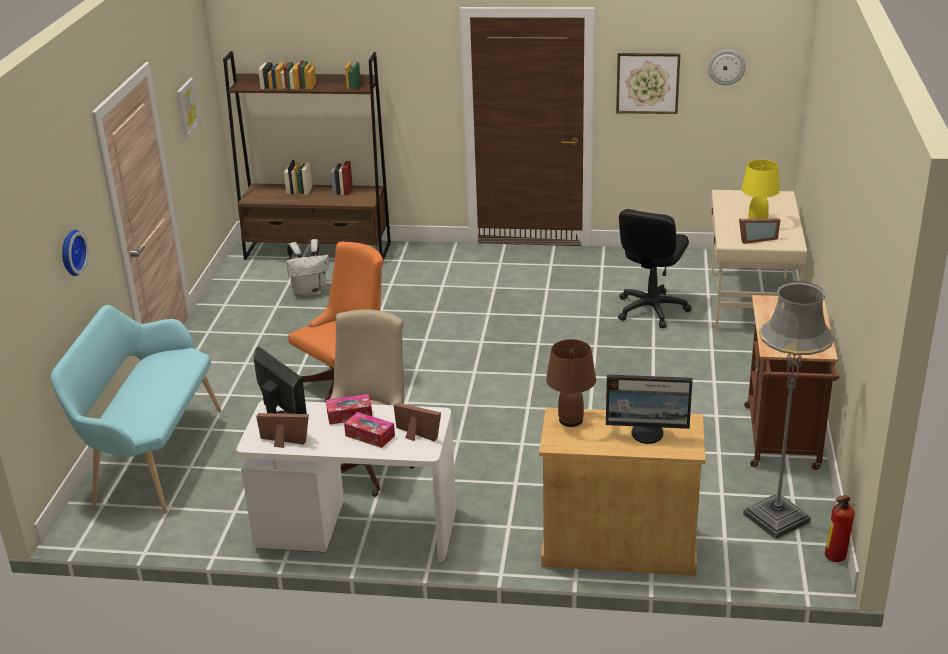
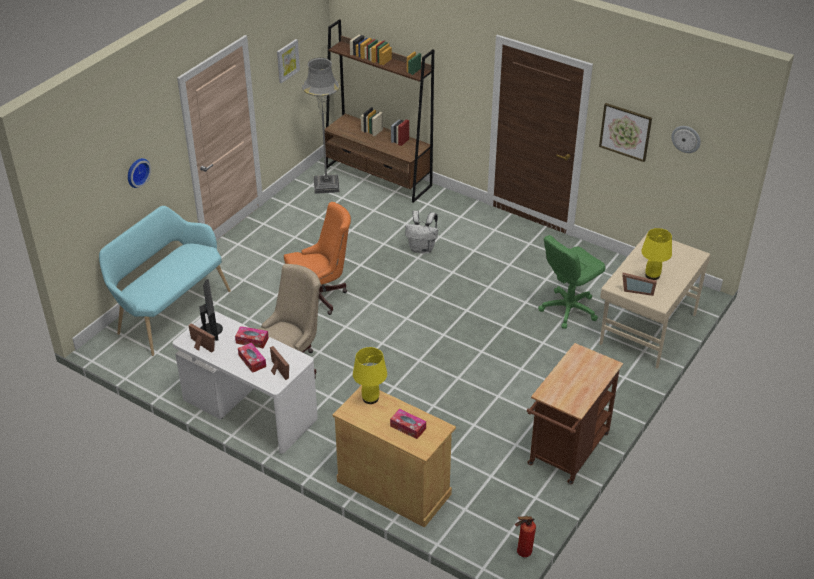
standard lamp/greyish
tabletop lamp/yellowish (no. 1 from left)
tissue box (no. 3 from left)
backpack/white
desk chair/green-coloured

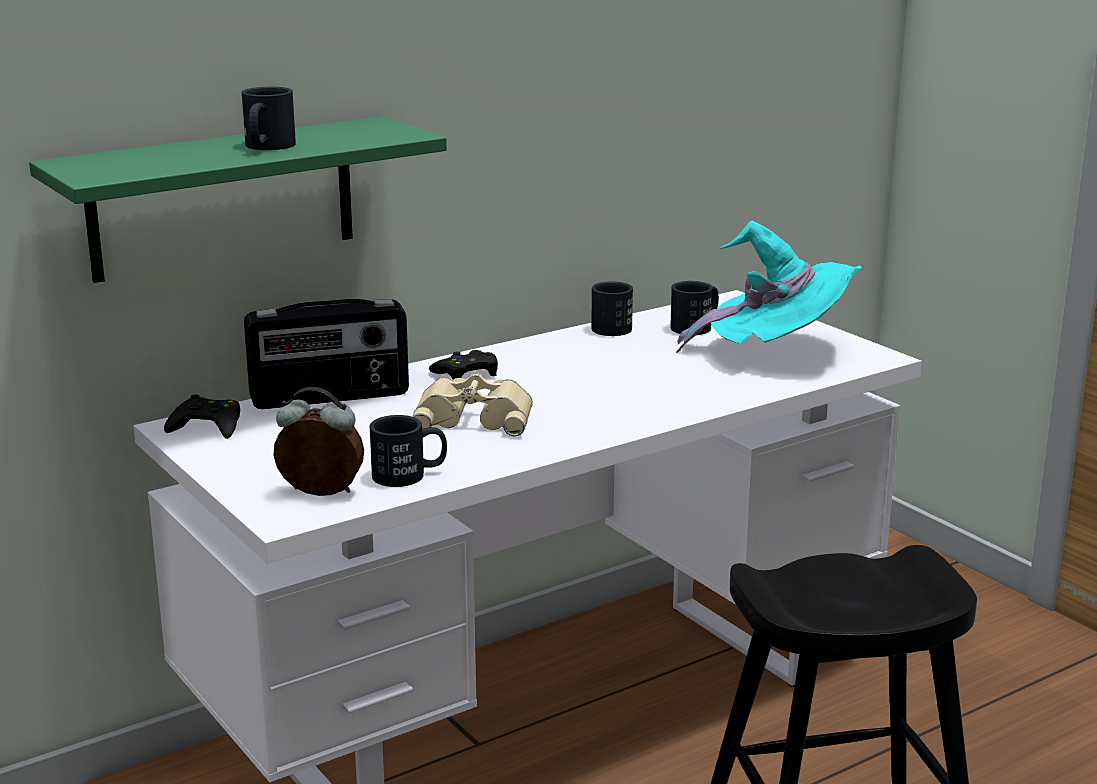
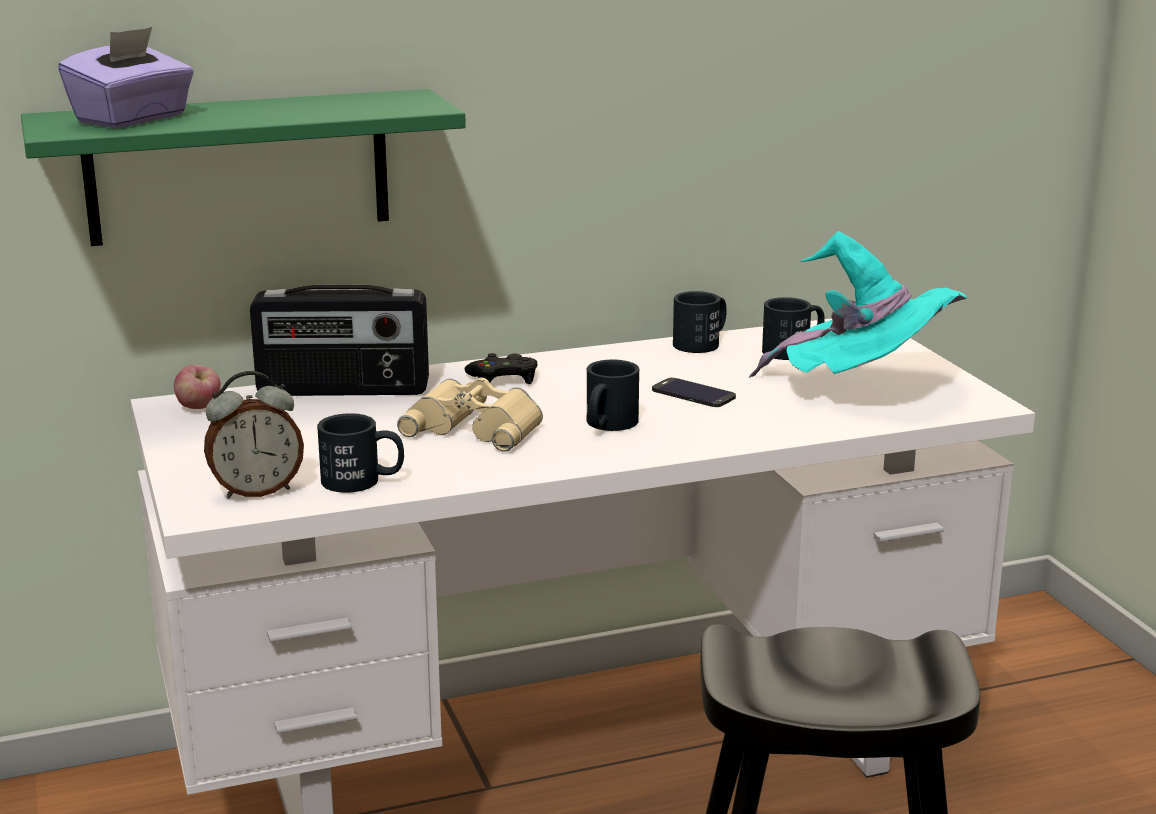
tissue box/purple-coloured
apple
table clock
tea mug/black (no. 2 from left)
phone

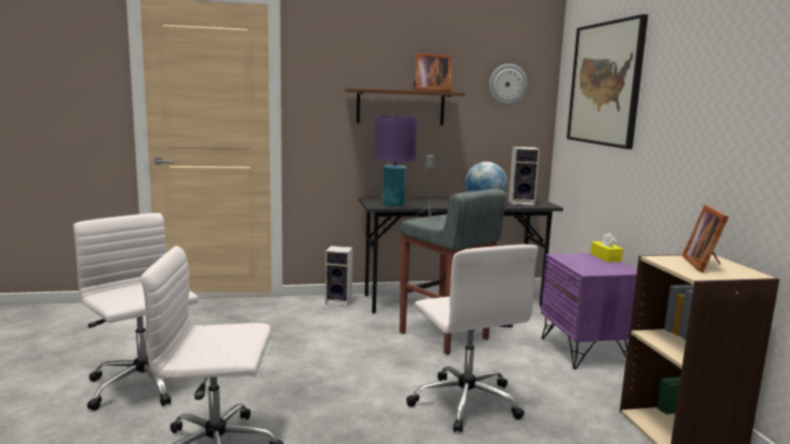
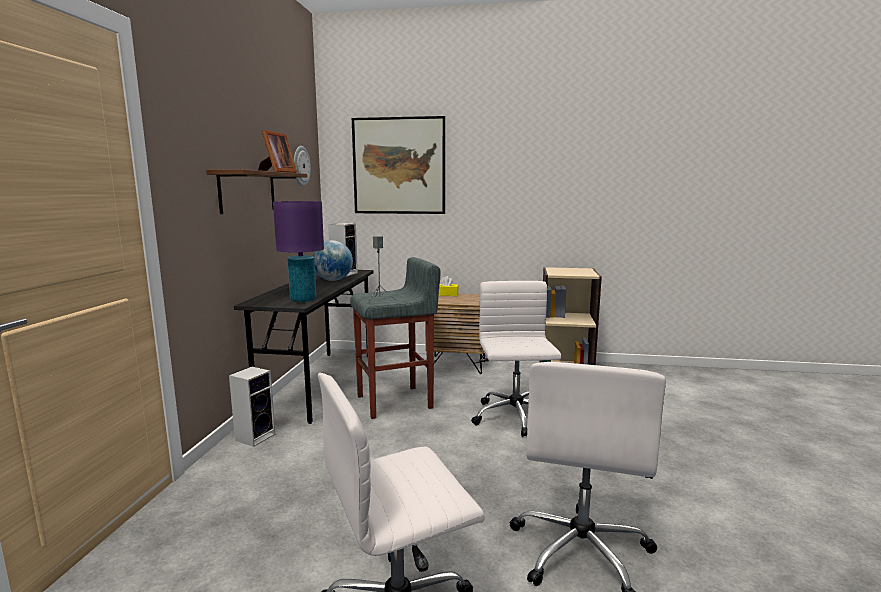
nightstand/brown
desk chair/white (no. 2 from left)
picture frame (no. 2 from left in the first image)

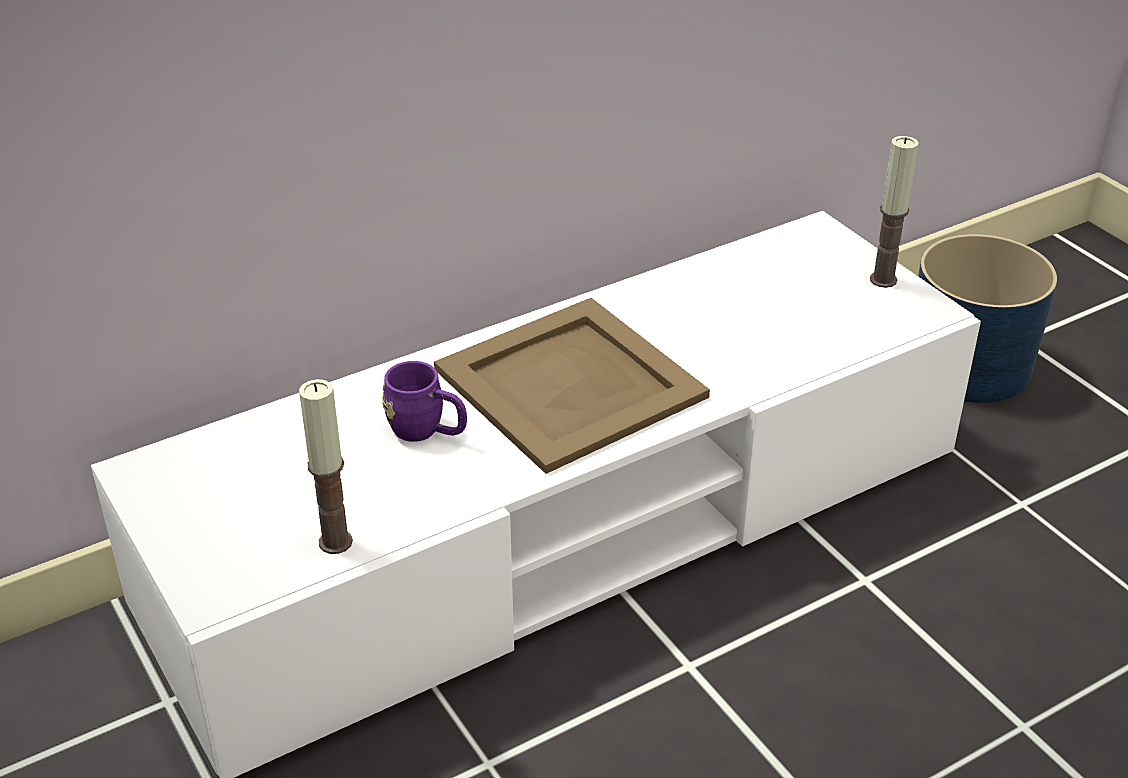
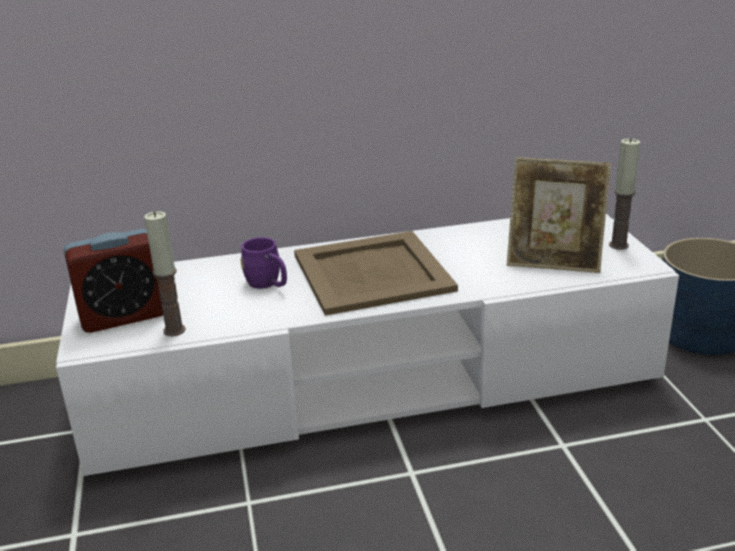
table clock
picture frame

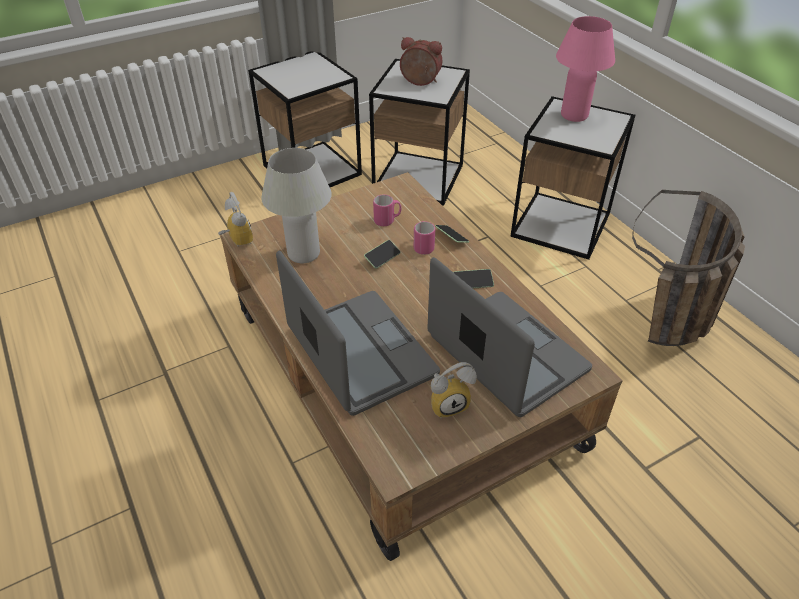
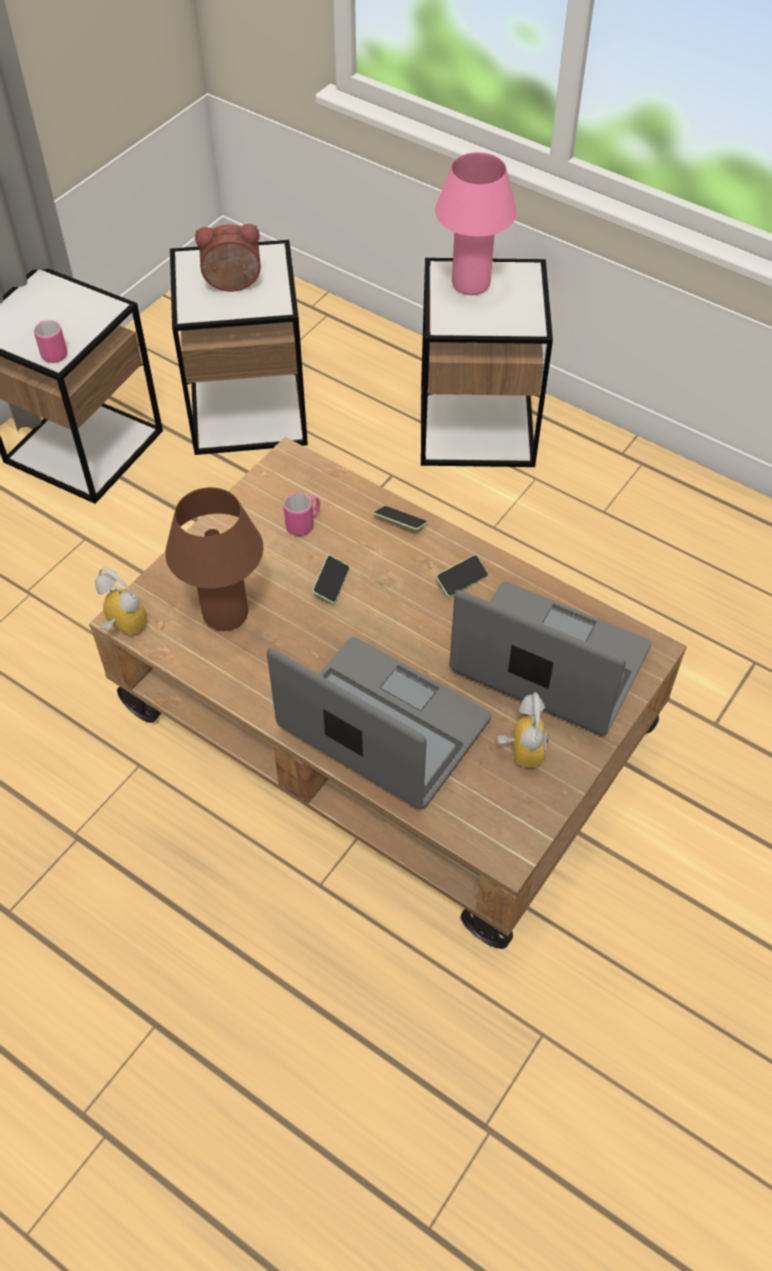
tea mug/pink (no. 1 from left)
tabletop lamp/brown
table clock (no. 3 from left)
household basket

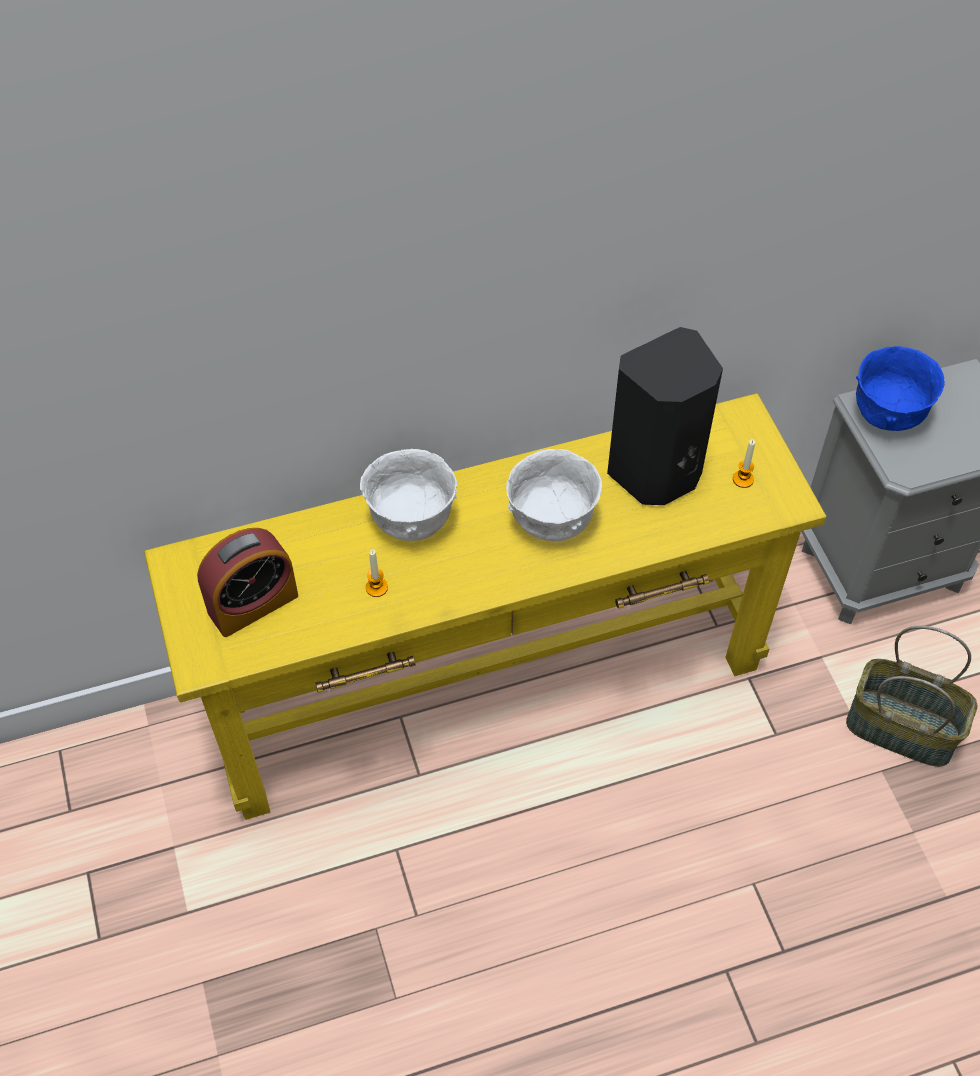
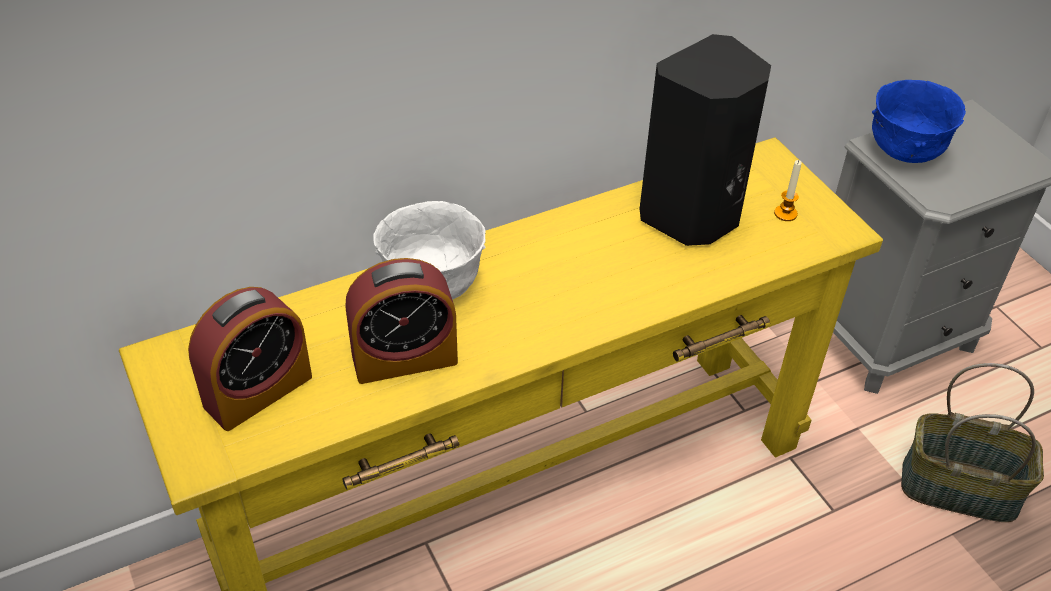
table clock (no. 2 from left)
deep dish/white (no. 2 from left in the first image)

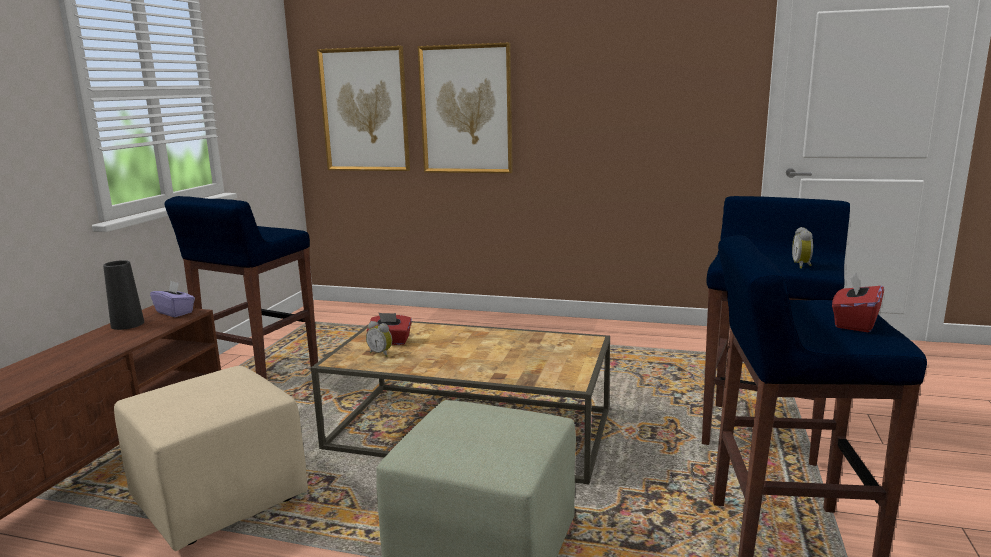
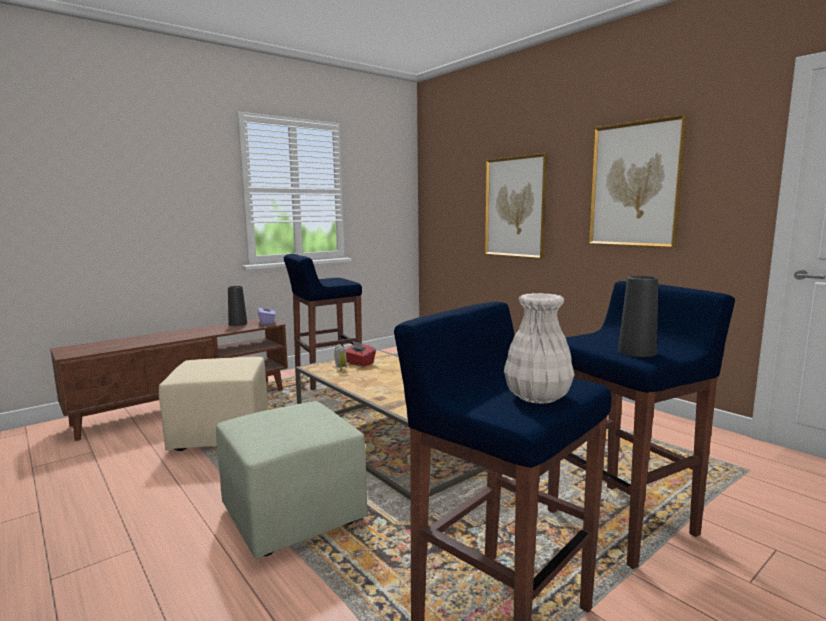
decorative vase/white
wall art (no. 2 from left)
decorative vase/black (no. 2 from left)

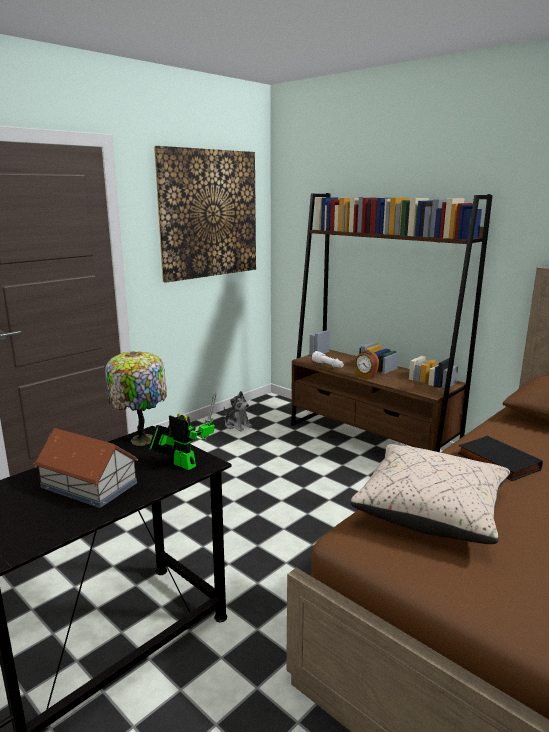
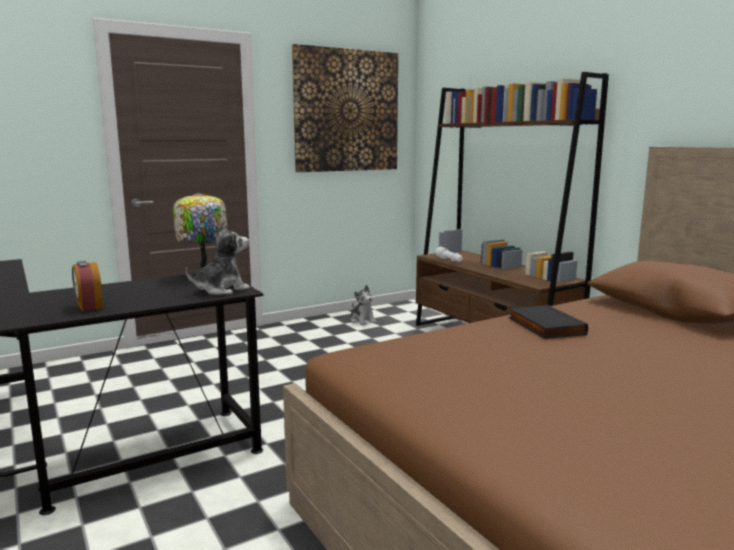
table clock
plush toy (no. 1 from left)
miniature house
throw pillow/sand-coloured

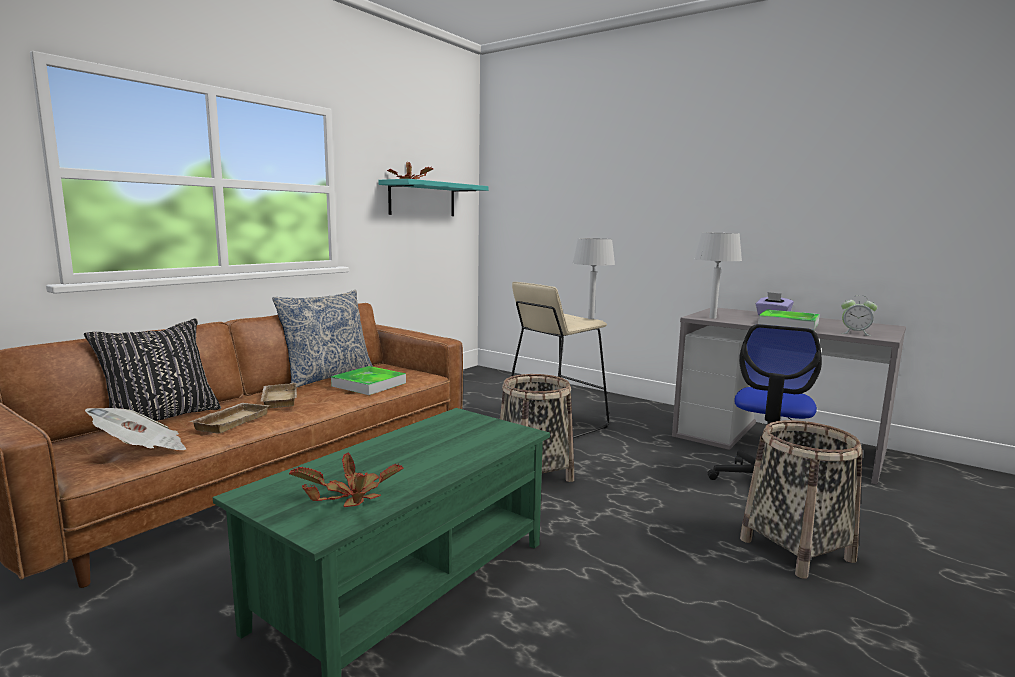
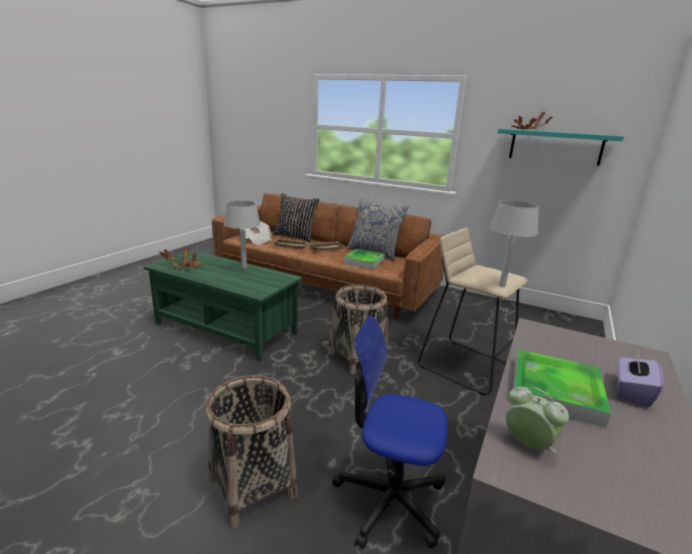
tabletop lamp/greyish (no. 1 from left)
table clock

